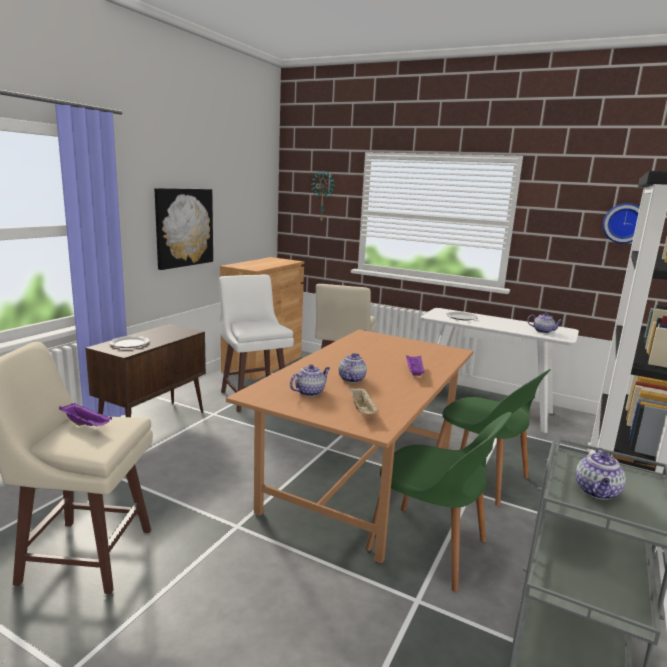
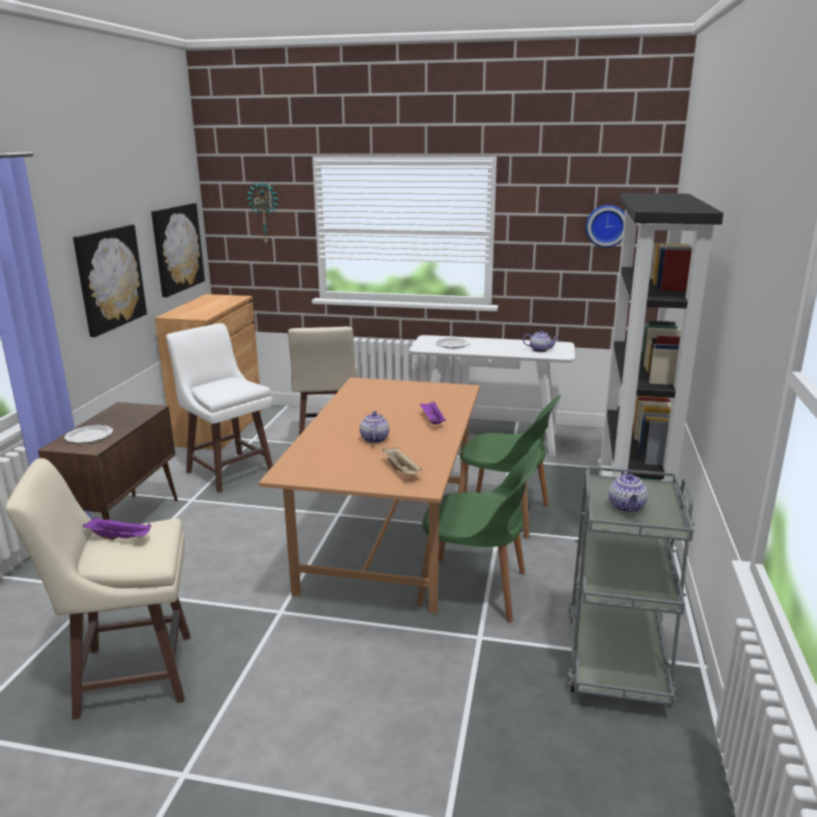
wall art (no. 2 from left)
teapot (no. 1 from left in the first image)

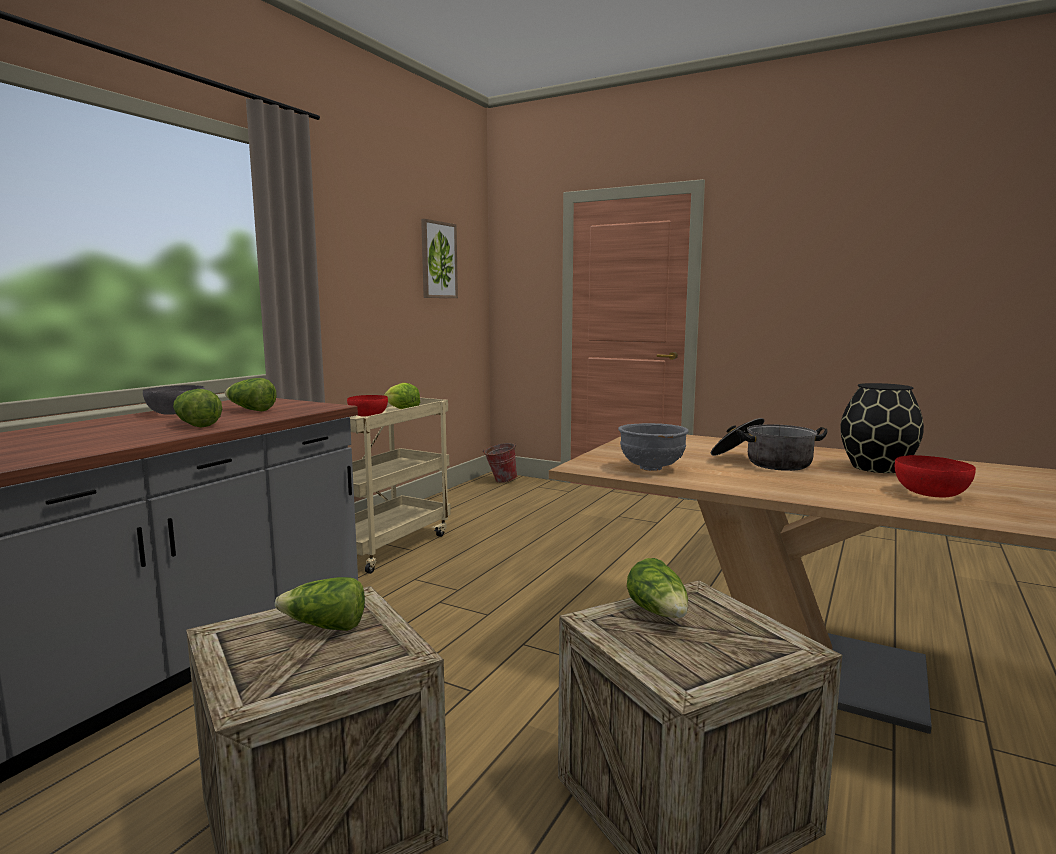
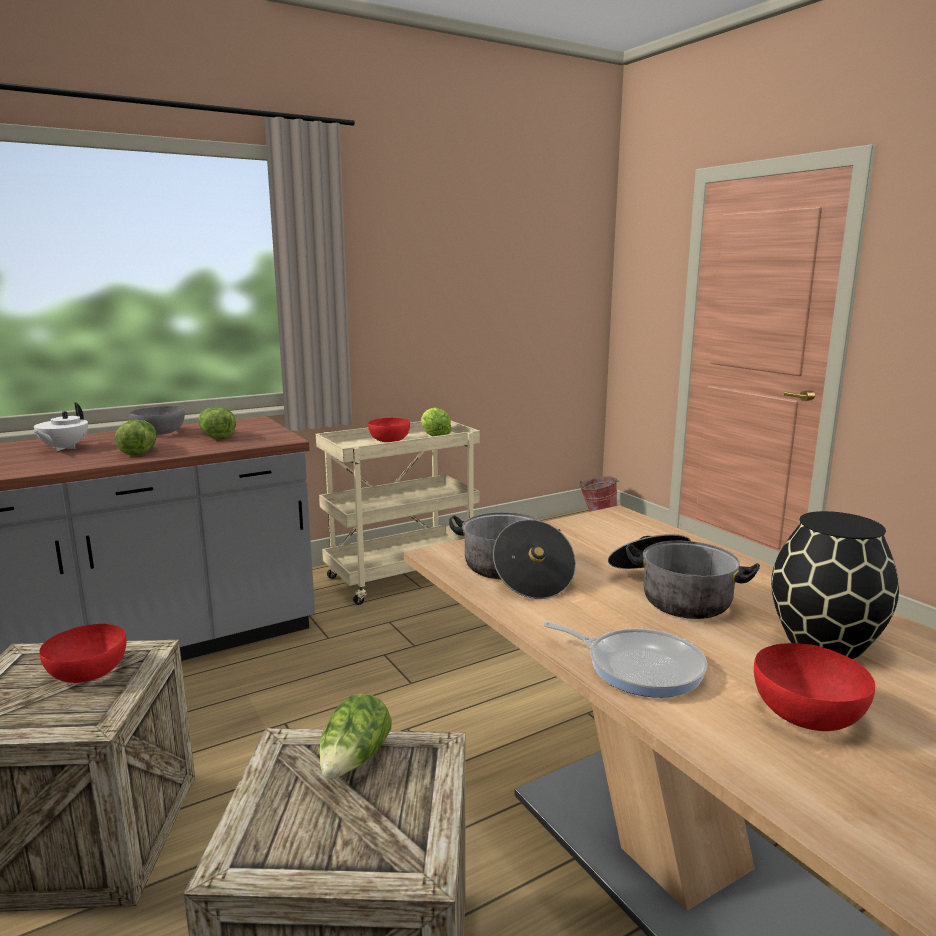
teapot/white
deep dish/red-coloured (no. 1 from left)
stockpot (no. 1 from left)
pan
wall art

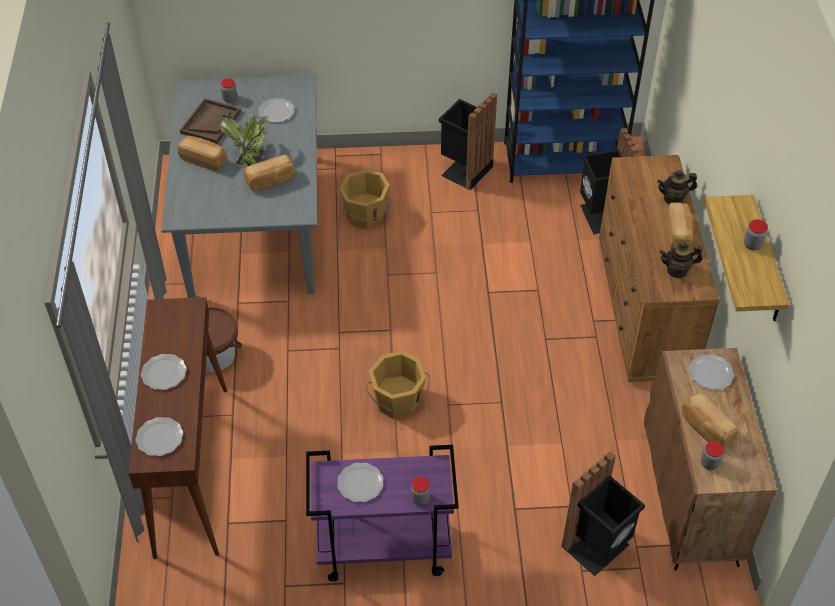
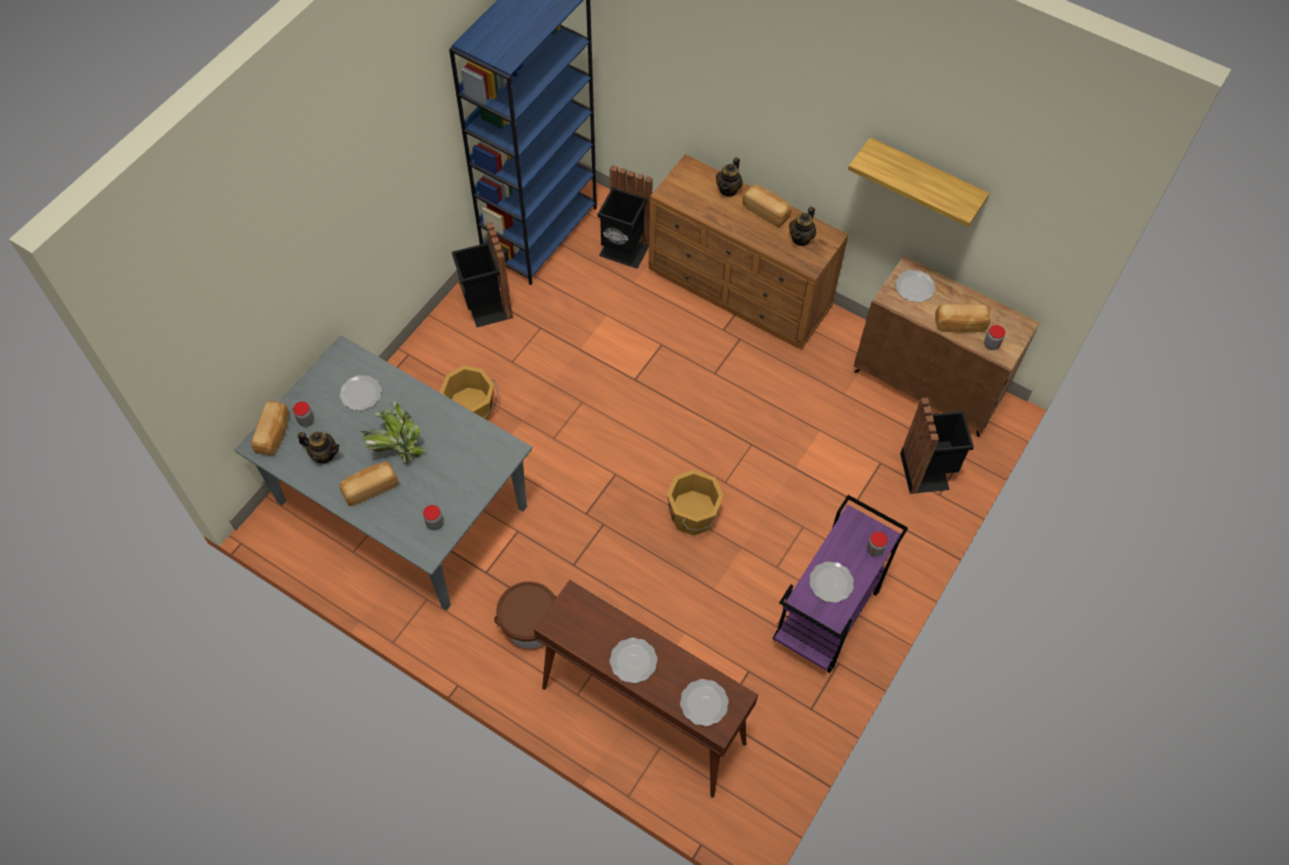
bread (no. 1 from left)
teapot (no. 1 from left)
preserve jar (no. 2 from left)

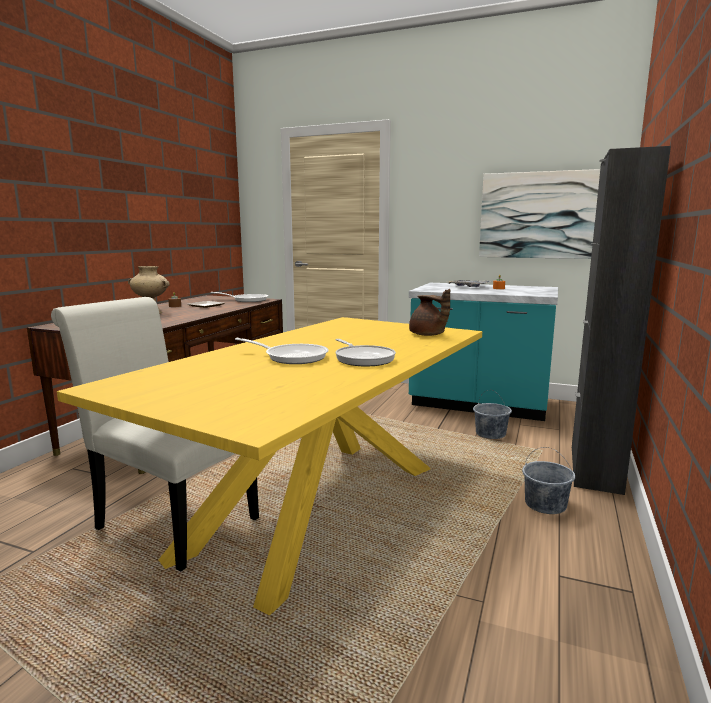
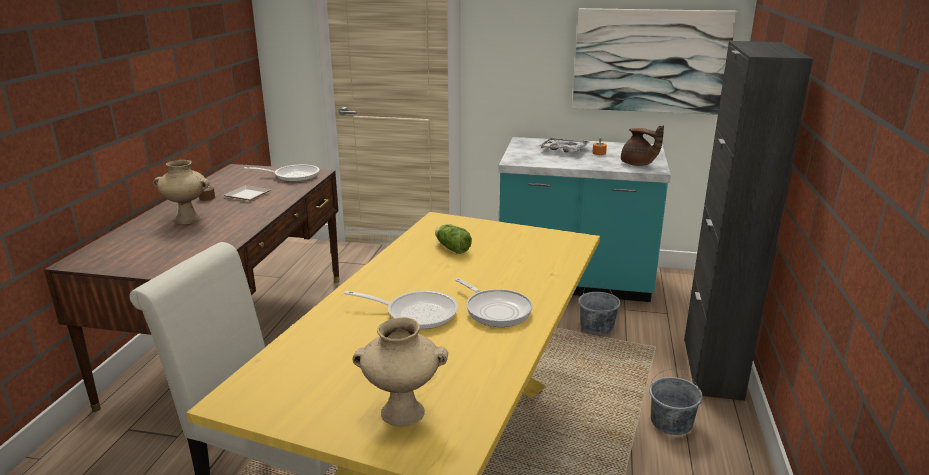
decorative vase/sand-coloured (no. 2 from left)
lettuce
teapot/brown

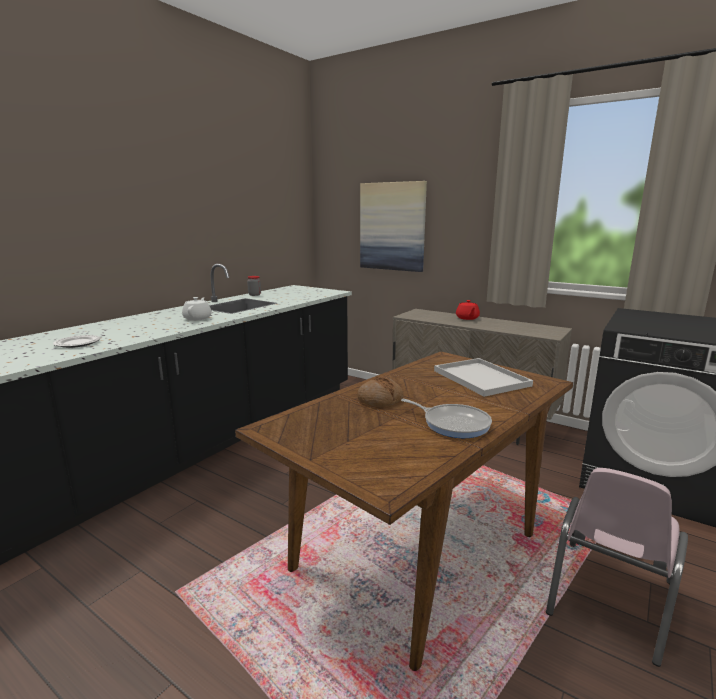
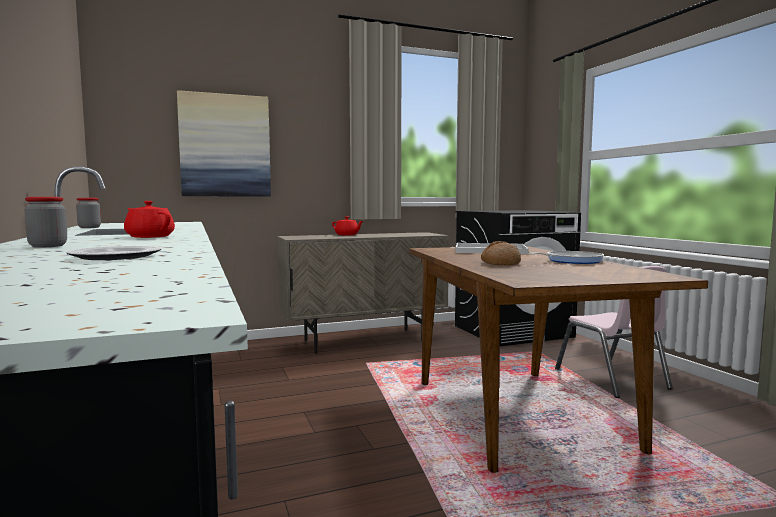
preserve jar (no. 1 from left)
teapot/red-coloured (no. 1 from left)

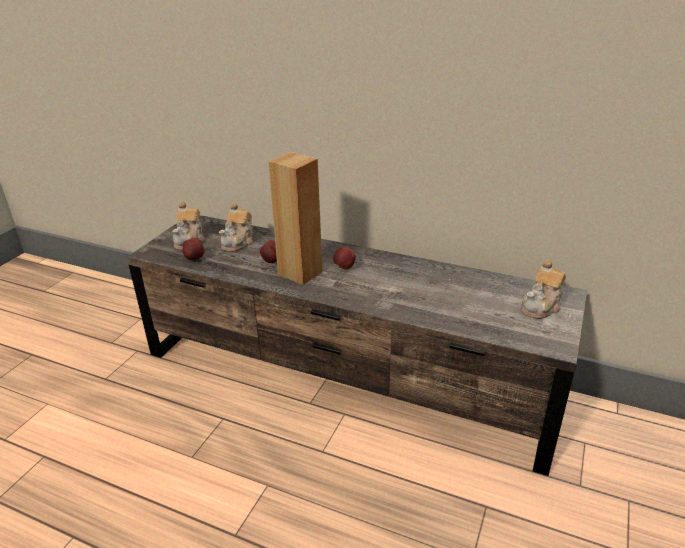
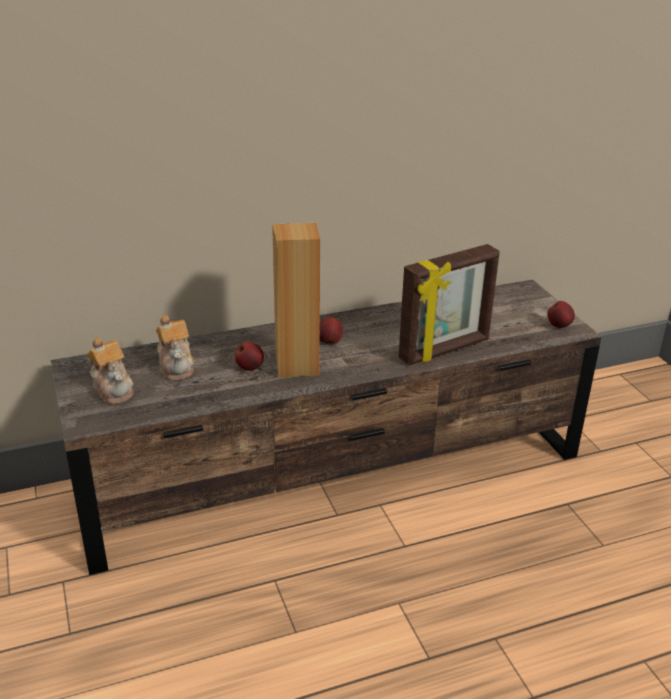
picture frame
apple (no. 3 from left)
teapot (no. 3 from left in the first image)

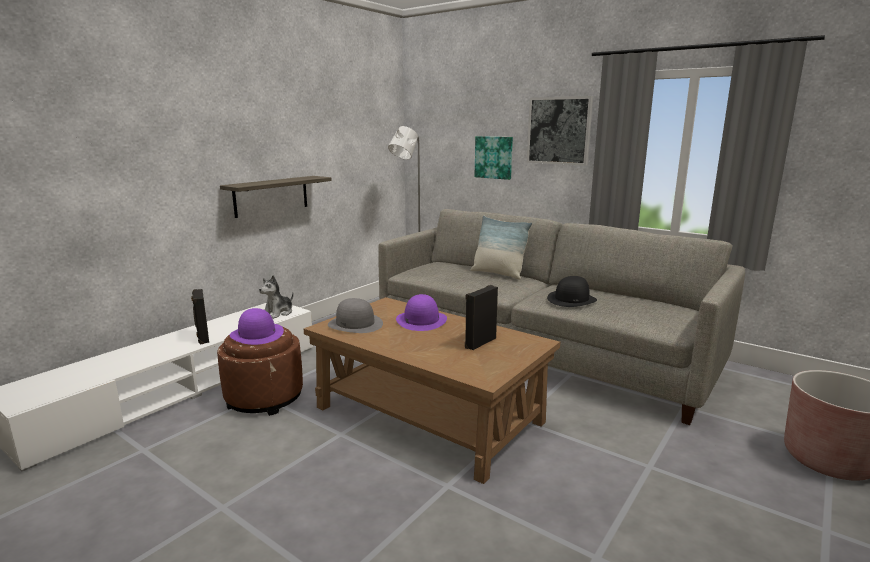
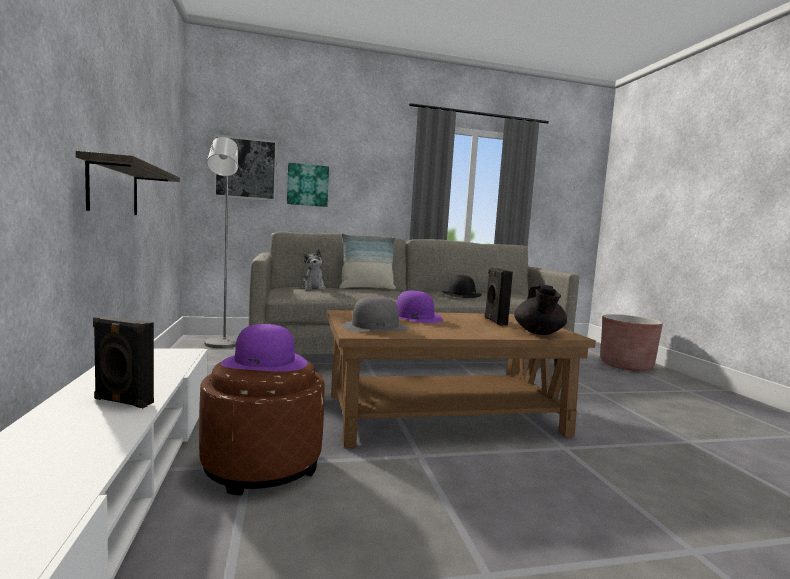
wall art (no. 1 from left)
plush toy
teapot/black

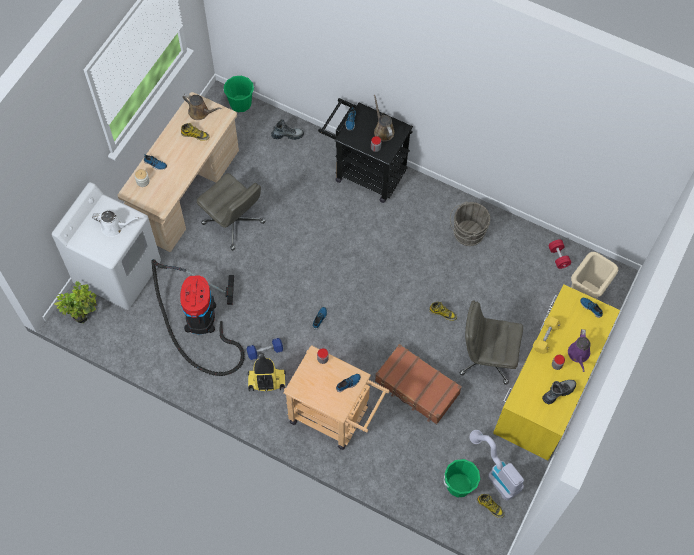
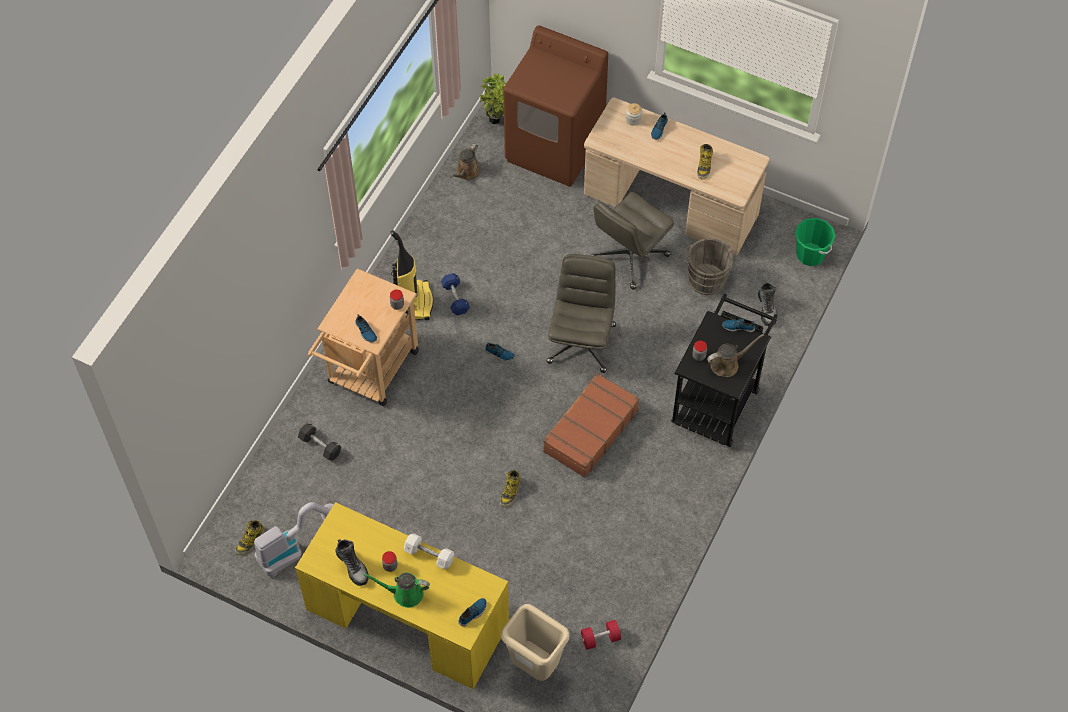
dumbbell/black
watering can/green-coloured
dumbbell/white
watering can/brown (no. 1 from left)
laundry appliance/brown
piece of luggage/brown
desk chair/greyish (no. 1 from left)
pail/greyish
watering can/white
vacuum cleaner (no. 1 from left in the first image)
pail/green-coloured (no. 2 from left in the first image)

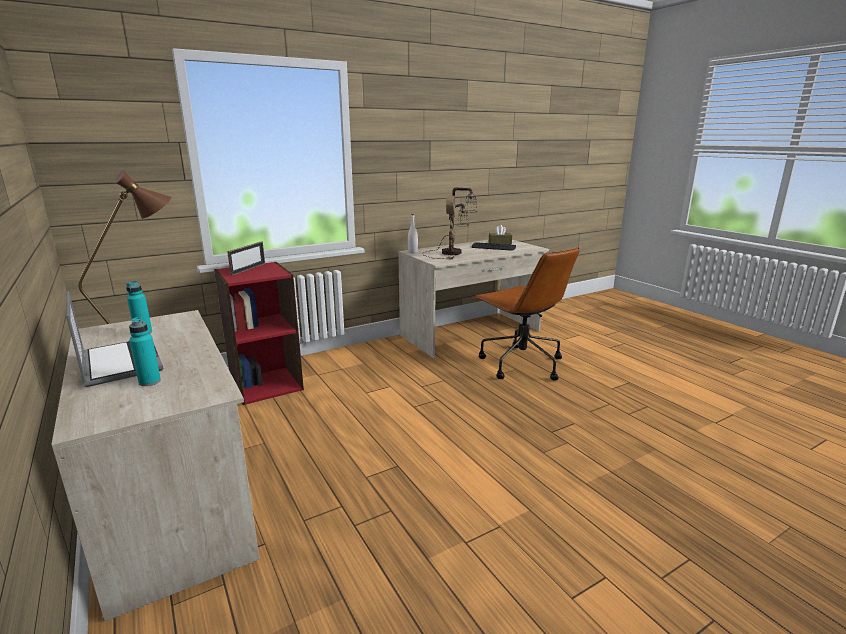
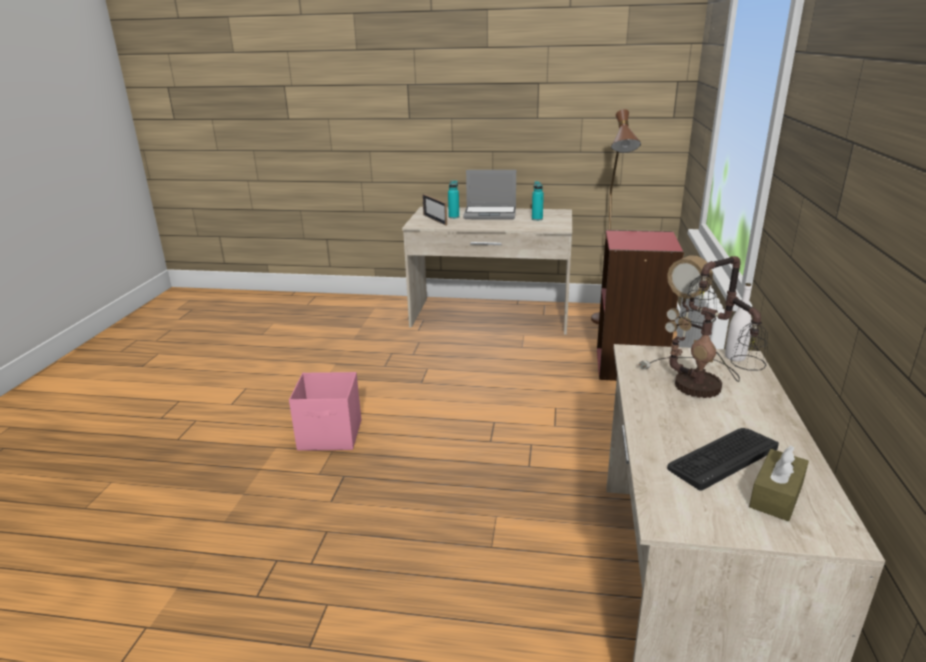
storage box/pink
picture frame
desk chair/brown

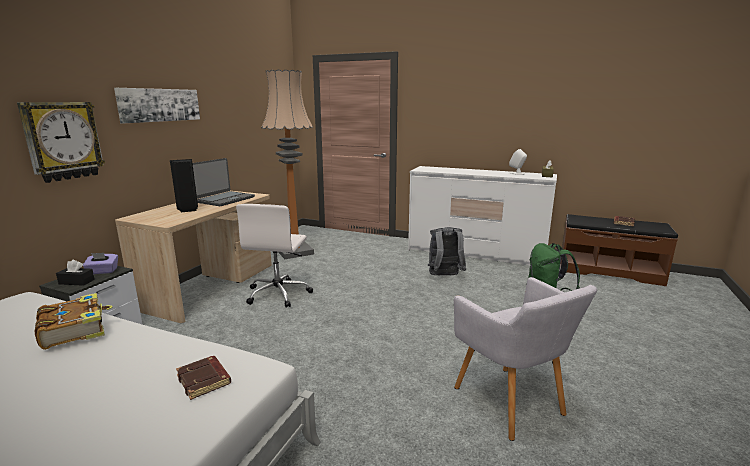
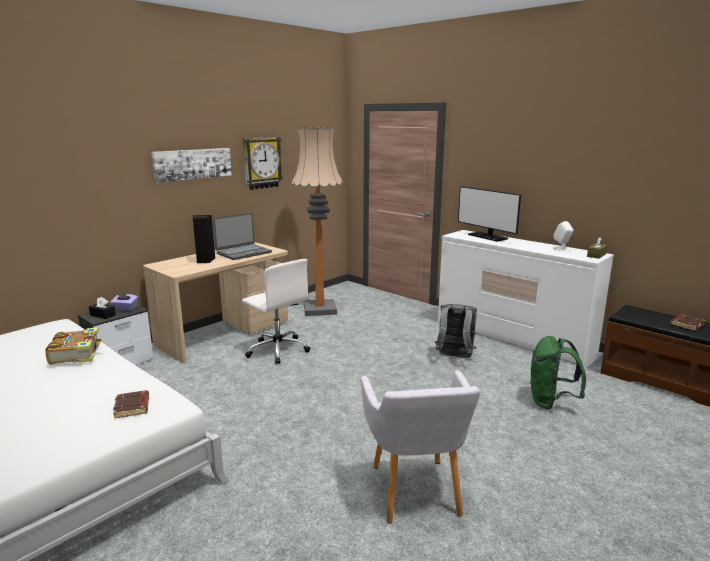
desk chair/white
clock on the wall
computer screen

